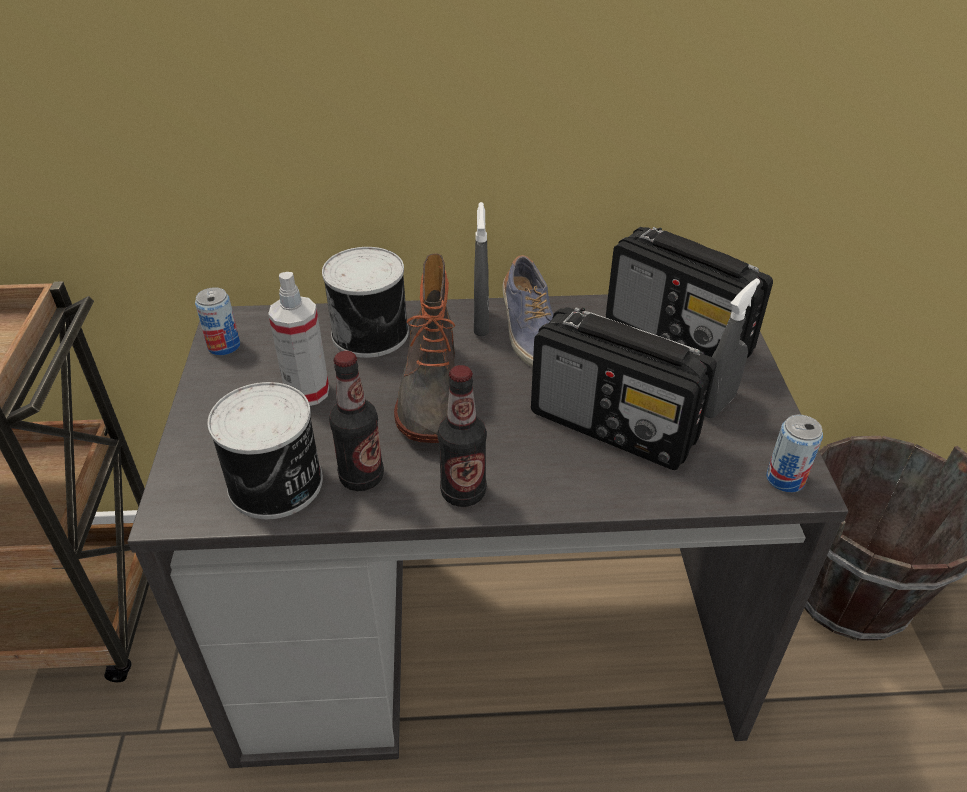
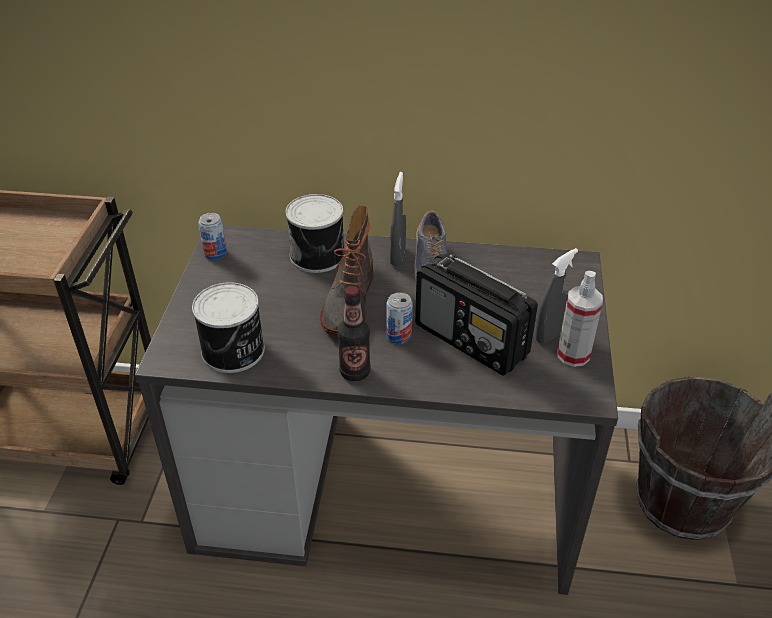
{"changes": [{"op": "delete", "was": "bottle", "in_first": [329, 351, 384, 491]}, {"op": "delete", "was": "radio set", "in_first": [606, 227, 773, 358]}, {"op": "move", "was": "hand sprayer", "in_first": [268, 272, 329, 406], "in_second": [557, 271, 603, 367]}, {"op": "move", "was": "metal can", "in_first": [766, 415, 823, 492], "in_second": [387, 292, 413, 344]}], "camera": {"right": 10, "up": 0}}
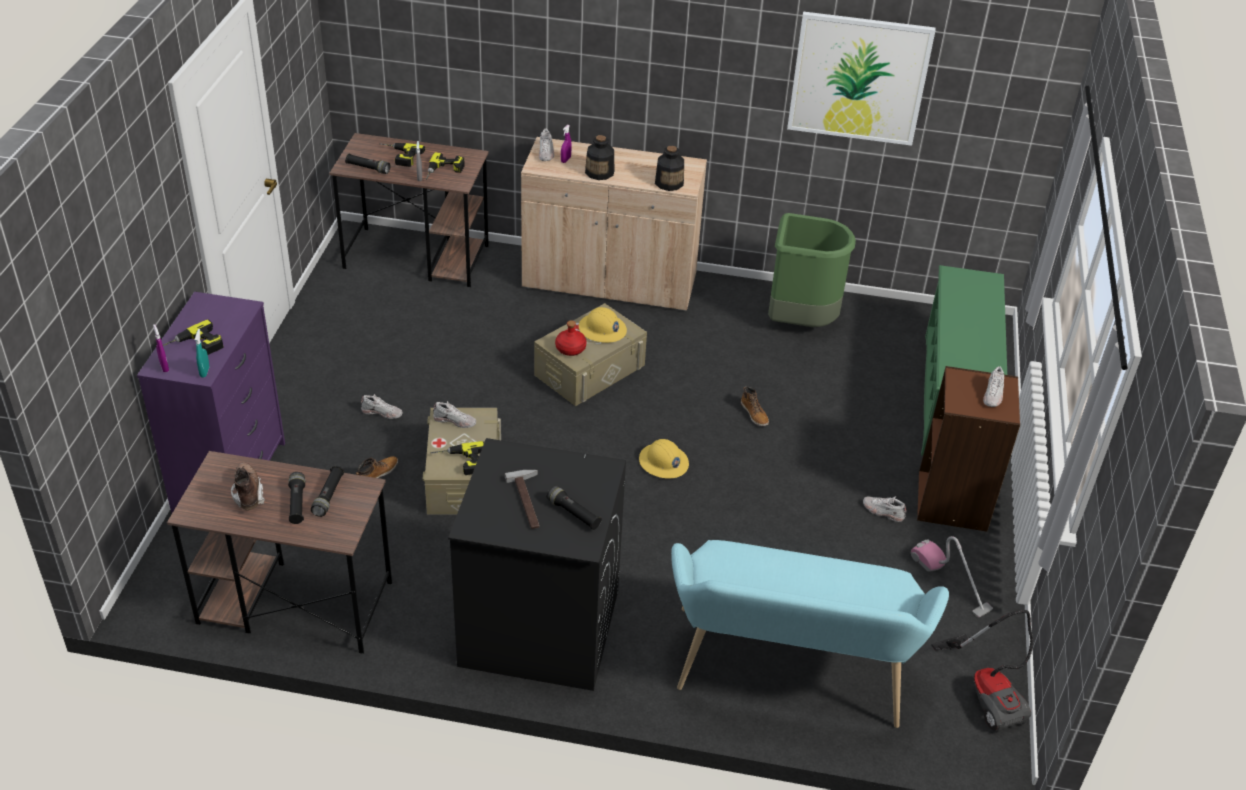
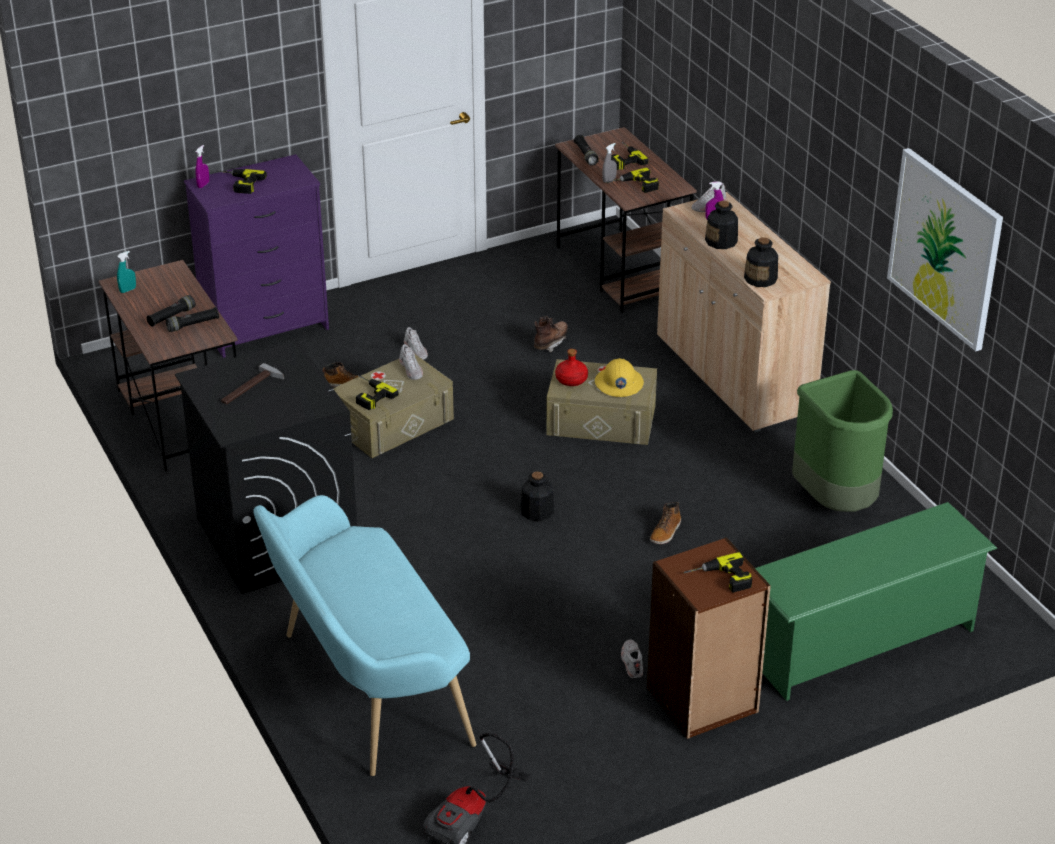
{"changes": [{"op": "delete", "was": "hand torch (black)", "in_first": [547, 486, 602, 530]}, {"op": "delete", "was": "hoover", "in_first": [911, 536, 993, 618]}, {"op": "move", "was": "hand sprayer (blue-green)", "in_first": [195, 329, 209, 378], "in_second": [117, 251, 136, 293]}, {"op": "move", "was": "high-top boot (brown-coloured)", "in_first": [231, 462, 265, 510], "in_second": [534, 316, 568, 353]}, {"op": "replace", "was": "safety helmet (yellowish)", "now": "bottle", "in_first": [639, 439, 689, 479], "in_second": [520, 471, 554, 521]}, {"op": "replace", "was": "low shoe (white-coloured)", "now": "power drill", "in_first": [983, 366, 1004, 407], "in_second": [683, 552, 752, 593]}], "camera": {"right": 55, "up": -5}}
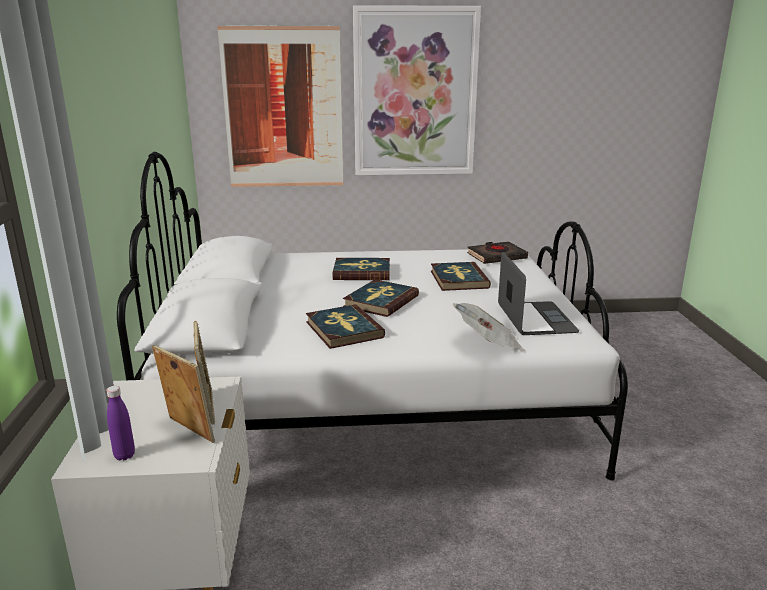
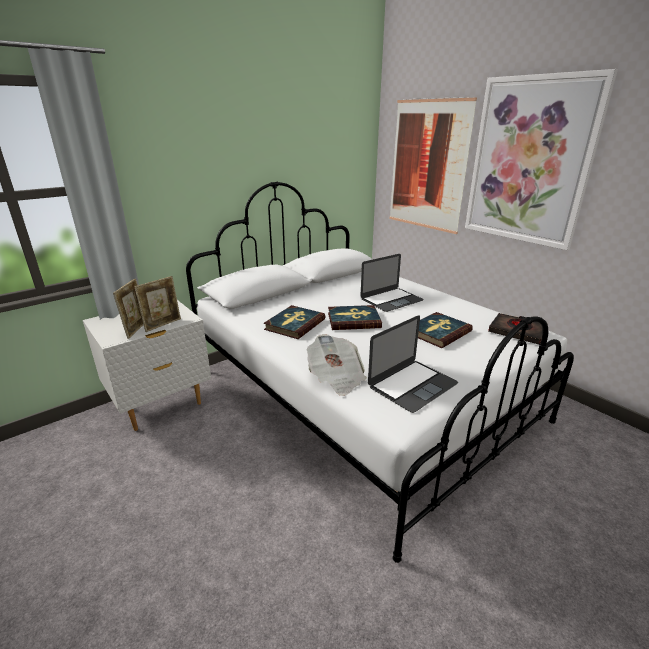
{"changes": [{"op": "delete", "was": "bottle (purple)", "in_first": [106, 386, 135, 460]}, {"op": "replace", "was": "volume", "now": "laptop", "in_first": [332, 258, 390, 280], "in_second": [360, 254, 424, 312]}], "camera": {"right": 55, "up": 5}}
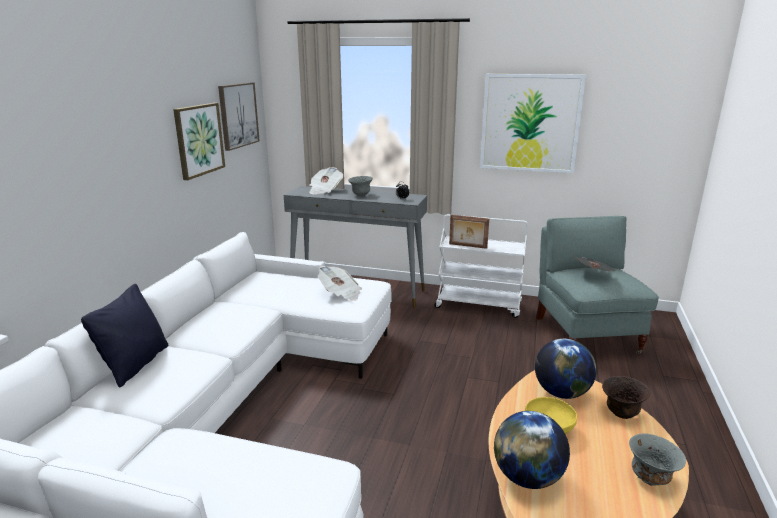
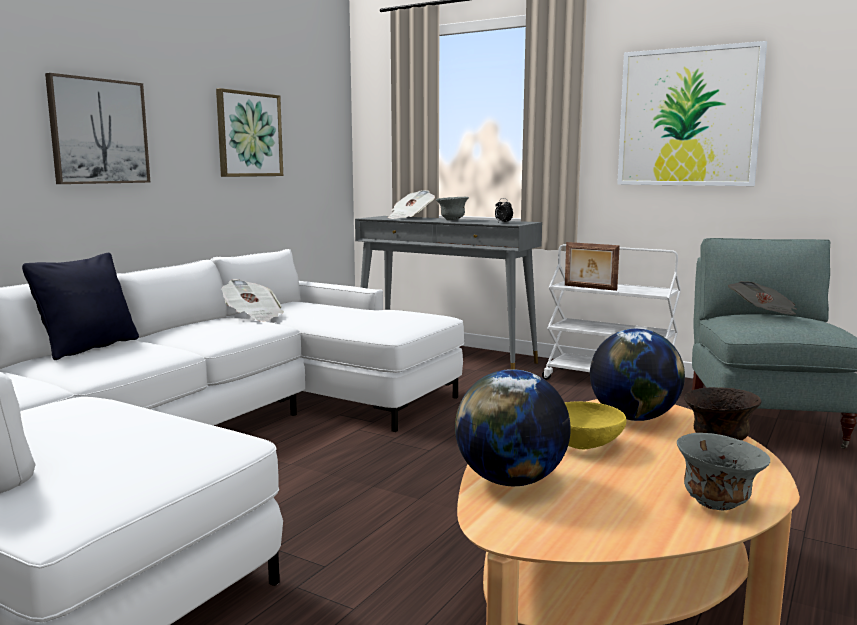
{"changes": [{"op": "move", "was": "picture", "in_first": [218, 83, 260, 151], "in_second": [45, 73, 150, 184]}, {"op": "move", "was": "daily paper", "in_first": [318, 266, 362, 301], "in_second": [221, 279, 284, 322]}], "camera": {"right": 15, "up": -10}}
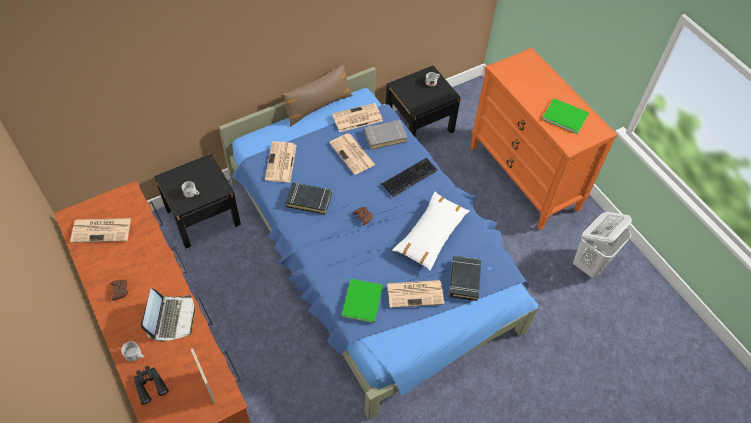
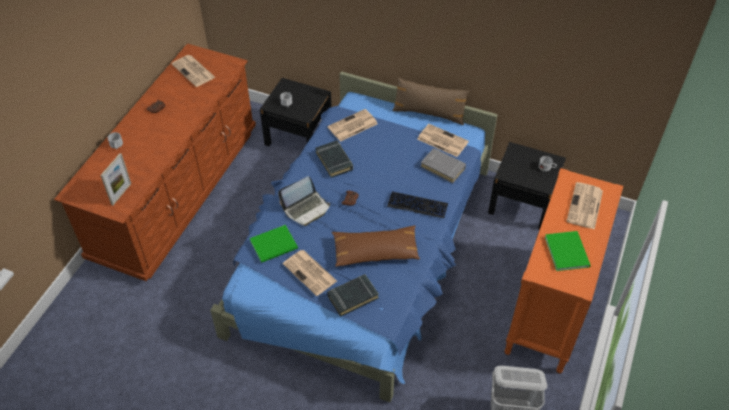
{"changes": [{"op": "delete", "was": "pair of binoculars (black)", "in_first": [133, 366, 169, 405]}, {"op": "move", "was": "laptop", "in_first": [141, 288, 195, 342], "in_second": [278, 176, 330, 226]}, {"op": "move", "was": "daily paper", "in_first": [329, 134, 375, 175], "in_second": [567, 182, 603, 230]}, {"op": "recolor", "was": "cushion (white-coloured)", "now": "cushion (brown-coloured)", "in_first": [392, 192, 470, 271], "in_second": [332, 225, 420, 267]}], "camera": {"right": 55, "up": -5}}
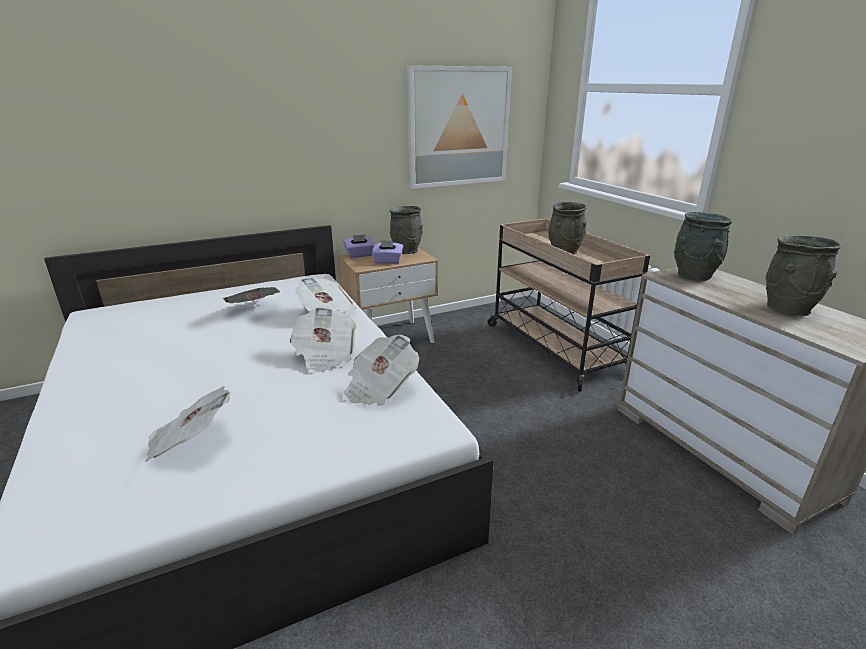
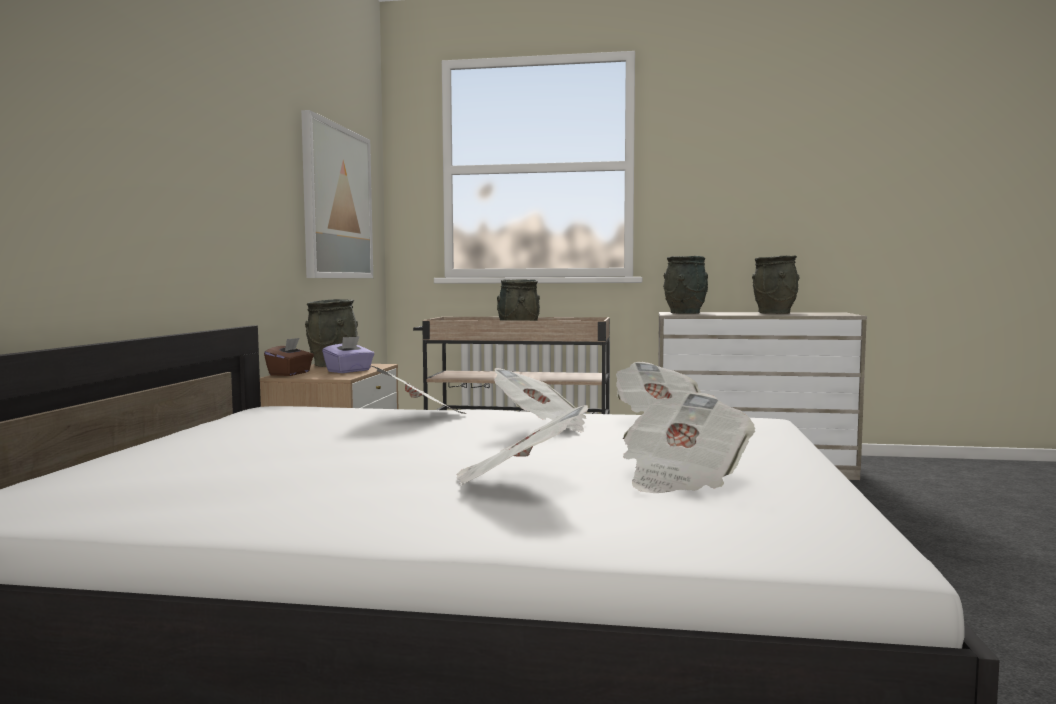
{"changes": [{"op": "move", "was": "daily paper", "in_first": [223, 287, 280, 303], "in_second": [456, 405, 588, 485]}, {"op": "recolor", "was": "tissue holder (purple)", "now": "tissue holder (brown-coloured)", "in_first": [343, 235, 374, 258], "in_second": [264, 338, 314, 376]}], "camera": {"right": -55, "up": -20}}
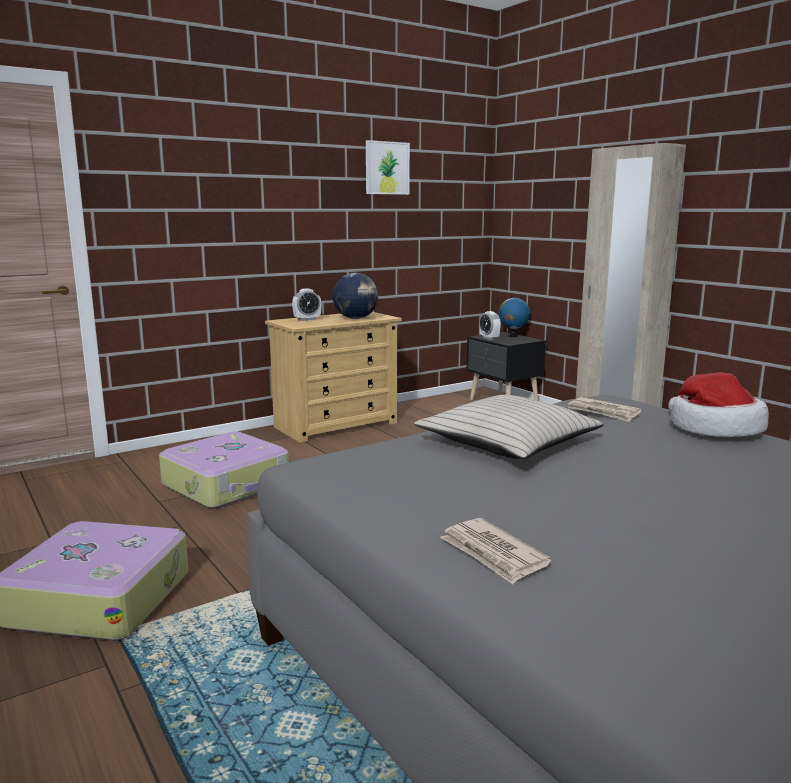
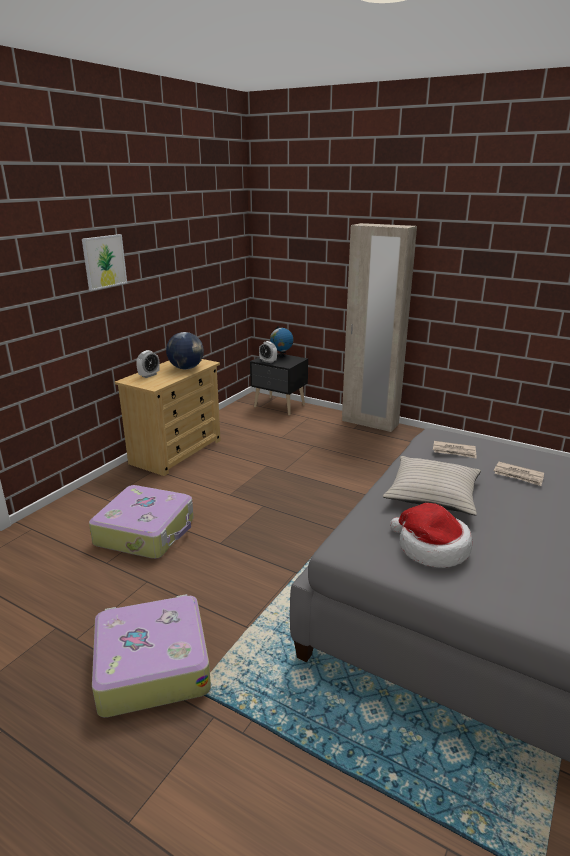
{"changes": [{"op": "move", "was": "picture", "in_first": [366, 140, 410, 195], "in_second": [82, 234, 127, 291]}, {"op": "move", "was": "daily paper", "in_first": [440, 518, 552, 584], "in_second": [494, 462, 544, 486]}, {"op": "move", "was": "wearable hat", "in_first": [668, 372, 769, 437], "in_second": [390, 503, 472, 568]}], "camera": {"right": -25, "up": 10}}
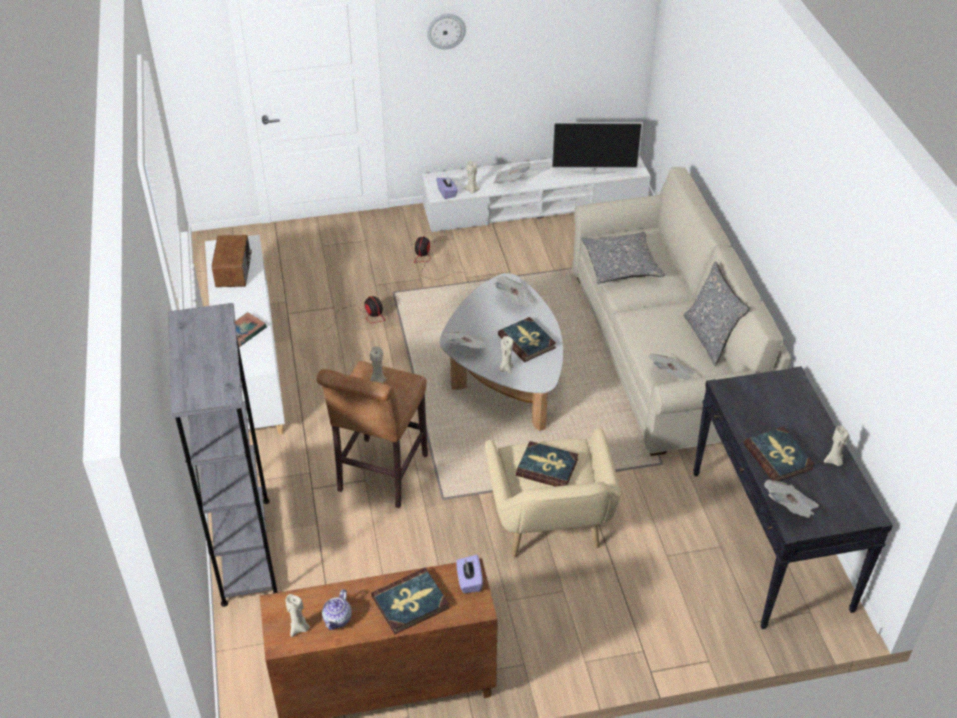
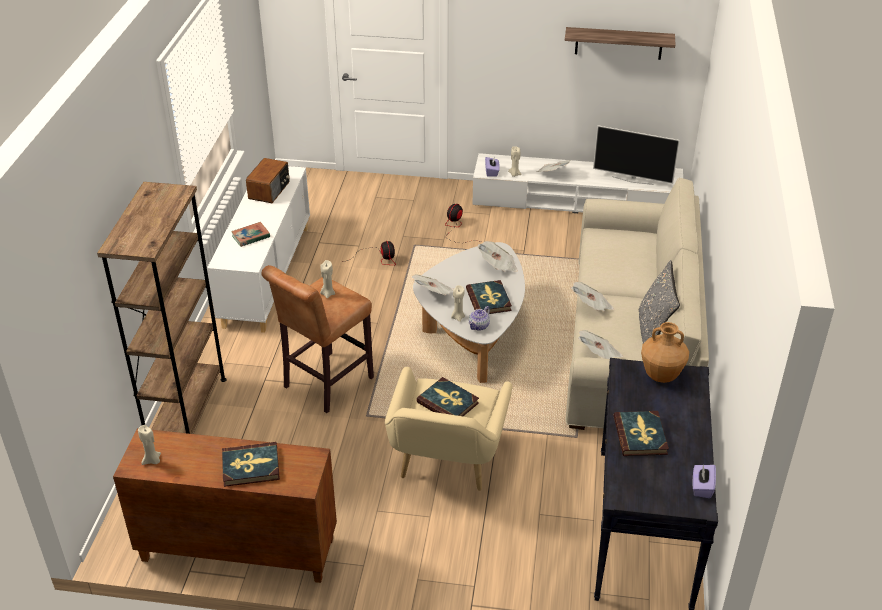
{"changes": [{"op": "delete", "was": "clock on the wall", "in_first": [427, 14, 466, 49]}, {"op": "delete", "was": "cushion (greyish)", "in_first": [581, 232, 665, 284]}, {"op": "delete", "was": "wax light (beige)", "in_first": [824, 425, 849, 466]}, {"op": "insert", "now": "bracket shelf", "in_second": [565, 27, 675, 60]}, {"op": "insert", "now": "flower vase (brown-coloured)", "in_second": [641, 322, 689, 383]}, {"op": "move", "was": "pot for tea", "in_first": [322, 589, 352, 630], "in_second": [469, 306, 490, 331]}, {"op": "move", "was": "tissue holder (purple)", "in_first": [456, 555, 483, 593], "in_second": [693, 465, 716, 498]}, {"op": "move", "was": "daily paper", "in_first": [764, 480, 819, 518], "in_second": [571, 282, 615, 312]}, {"op": "recolor", "was": "bookcase (greyish)", "now": "bookcase (brown-coloured)", "in_first": [168, 303, 278, 607], "in_second": [97, 182, 226, 434]}], "camera": {"right": 20, "up": -5}}
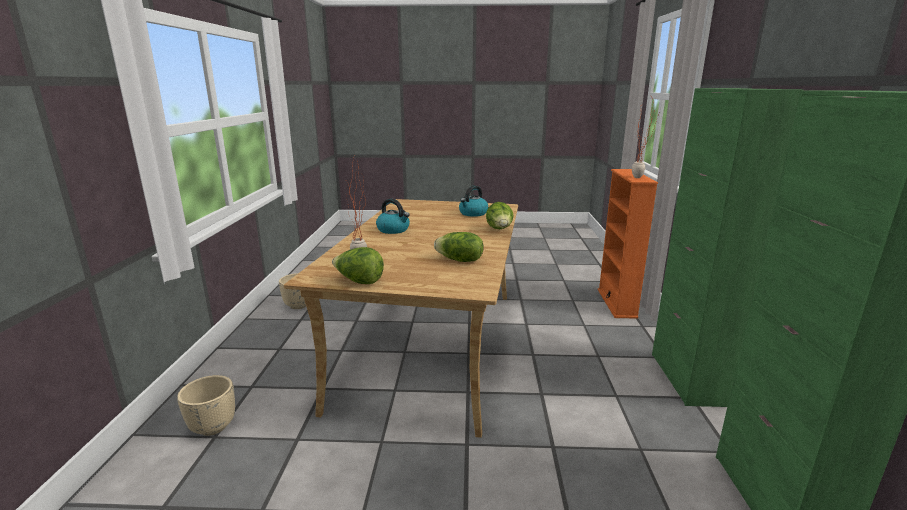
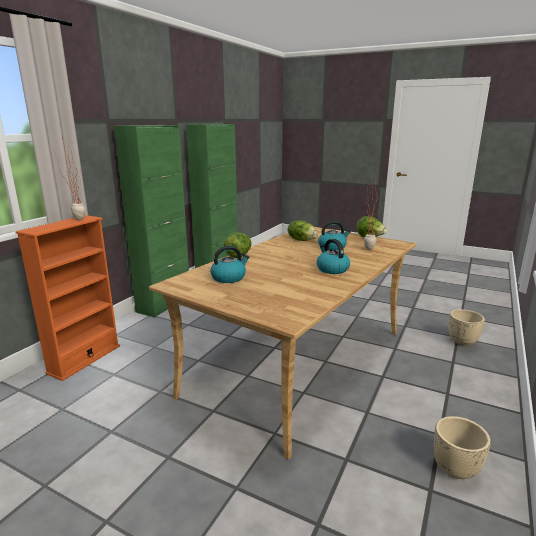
{"changes": [{"op": "insert", "now": "water kettle", "in_second": [318, 221, 351, 250]}], "camera": {"right": -155, "up": 0}}
